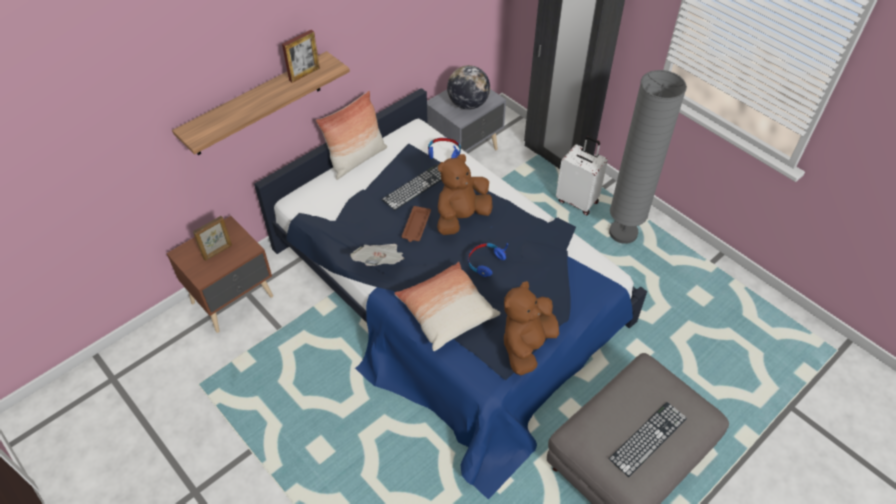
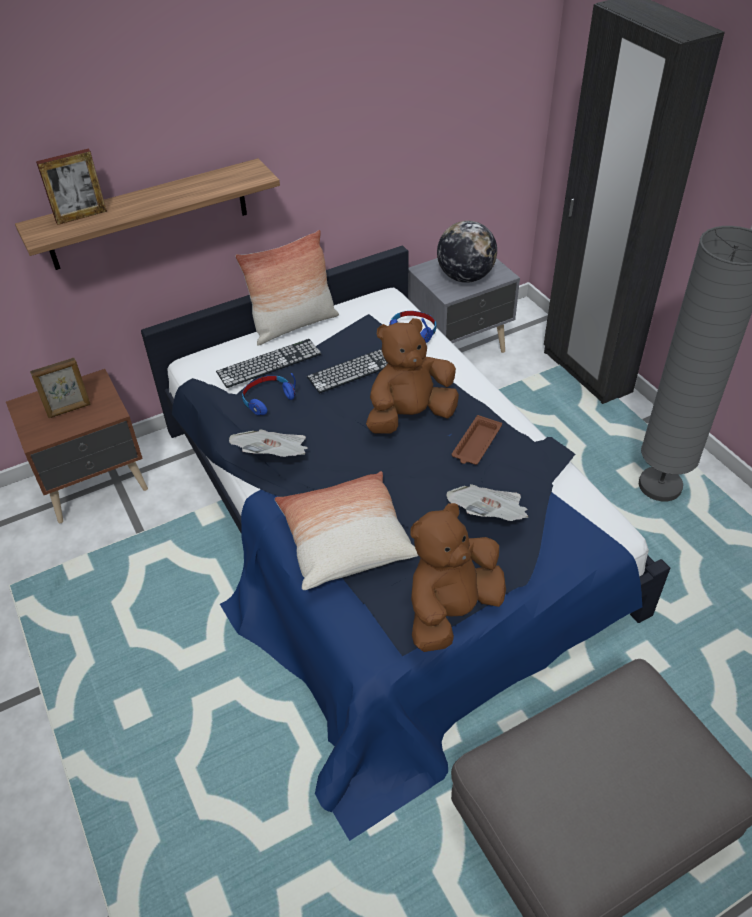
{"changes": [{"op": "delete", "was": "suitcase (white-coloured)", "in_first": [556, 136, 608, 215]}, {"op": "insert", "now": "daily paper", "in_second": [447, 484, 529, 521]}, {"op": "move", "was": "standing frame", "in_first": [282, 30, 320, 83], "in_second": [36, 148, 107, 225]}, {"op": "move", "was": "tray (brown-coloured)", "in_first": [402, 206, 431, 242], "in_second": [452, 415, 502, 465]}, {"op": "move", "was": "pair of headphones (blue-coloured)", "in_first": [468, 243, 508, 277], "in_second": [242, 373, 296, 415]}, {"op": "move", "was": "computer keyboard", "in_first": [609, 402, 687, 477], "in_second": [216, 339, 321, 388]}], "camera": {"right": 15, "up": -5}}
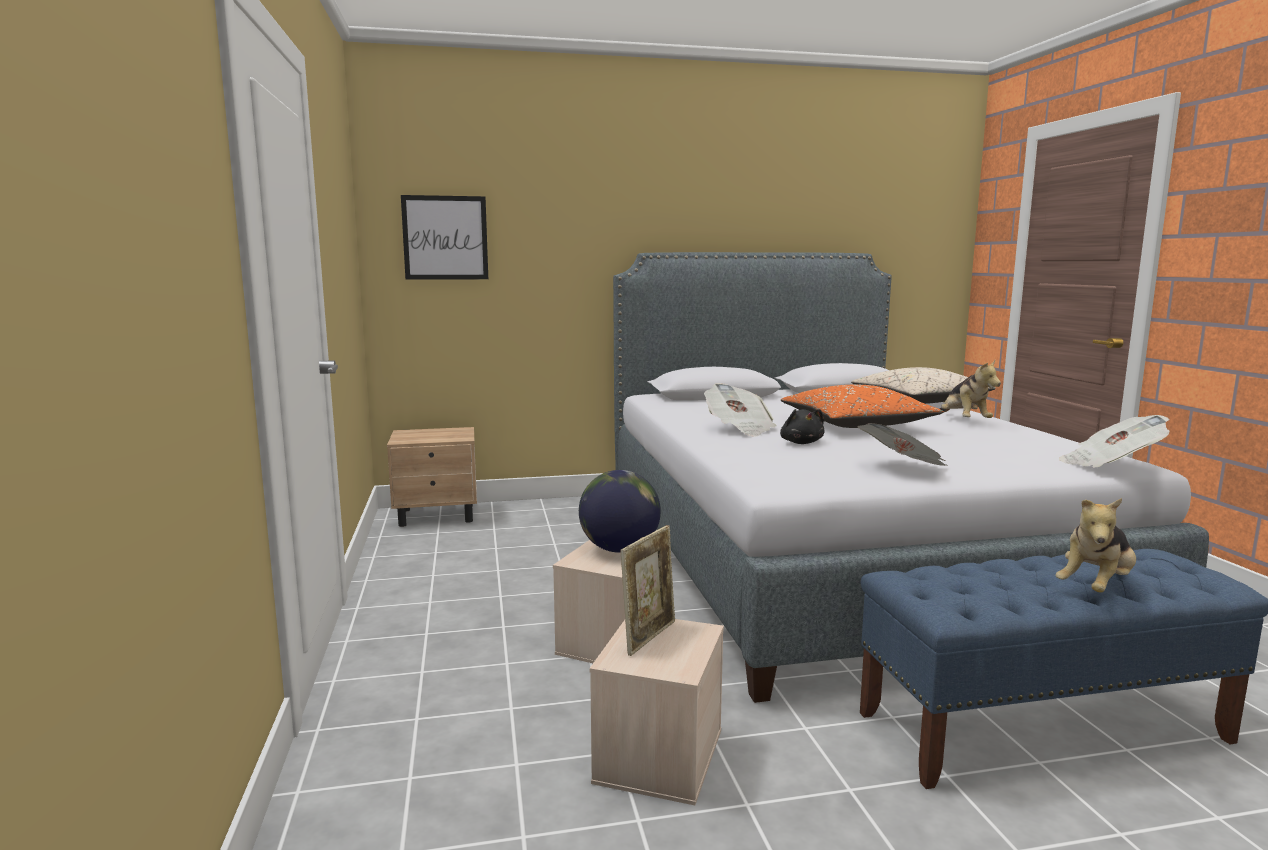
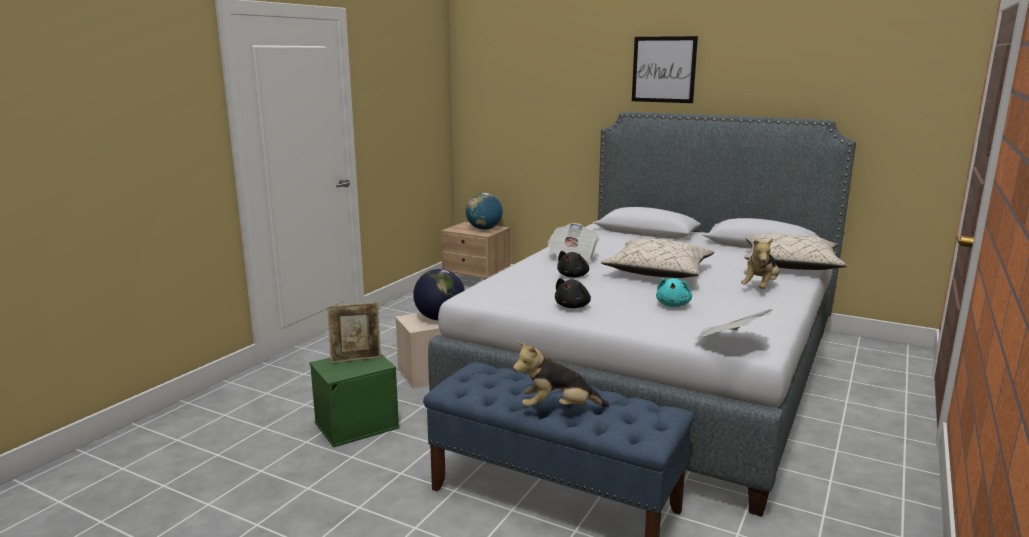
{"changes": [{"op": "insert", "now": "globe", "in_second": [466, 193, 503, 230]}, {"op": "insert", "now": "plush toy (blue-green)", "in_second": [656, 278, 692, 307]}, {"op": "move", "was": "picture", "in_first": [401, 195, 488, 280], "in_second": [632, 36, 698, 103]}, {"op": "replace", "was": "daily paper", "now": "plush toy (black)", "in_first": [857, 423, 948, 466], "in_second": [555, 278, 591, 308]}, {"op": "recolor", "was": "storage bin (beige)", "now": "storage bin (green-coloured)", "in_first": [590, 619, 724, 805], "in_second": [309, 354, 399, 448]}, {"op": "recolor", "was": "cushion (orangey)", "now": "cushion (beige)", "in_first": [781, 385, 944, 428], "in_second": [601, 239, 714, 278]}], "camera": {"right": 40, "up": 5}}
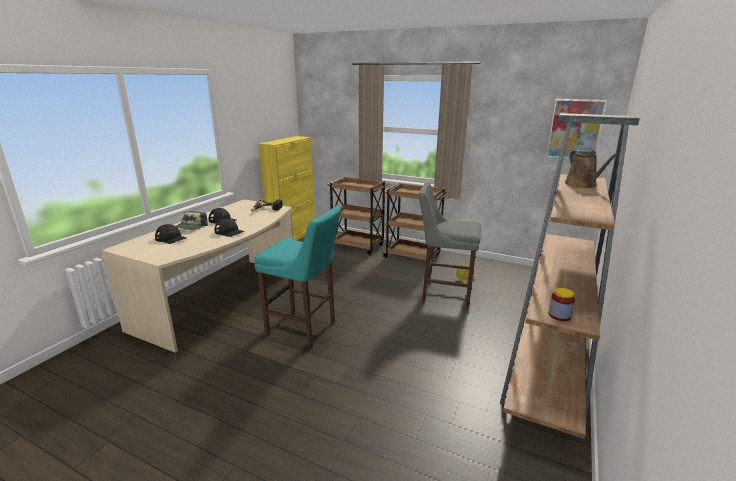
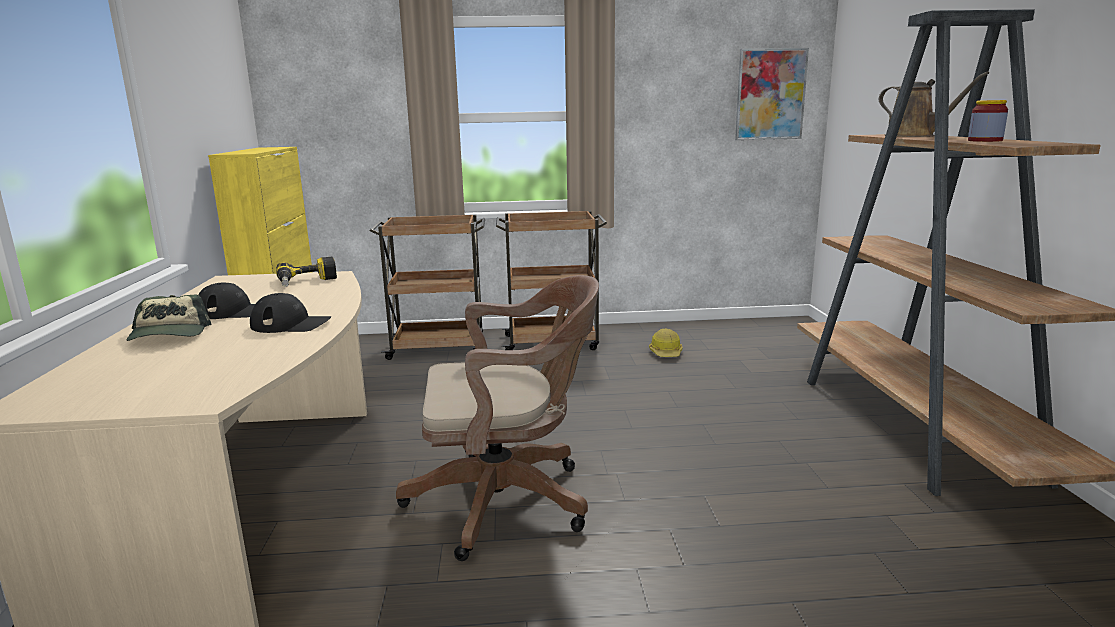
{"changes": [{"op": "delete", "was": "peaked cap (black)", "in_first": [155, 224, 187, 244]}, {"op": "delete", "was": "stool (greyish)", "in_first": [418, 183, 481, 309]}, {"op": "move", "was": "storage jar", "in_first": [548, 288, 575, 321], "in_second": [968, 100, 1008, 142]}, {"op": "replace", "was": "stool (blue-green)", "now": "office chair (brown-coloured)", "in_first": [254, 206, 341, 348], "in_second": [396, 275, 599, 561]}], "camera": {"right": -30, "up": -5}}
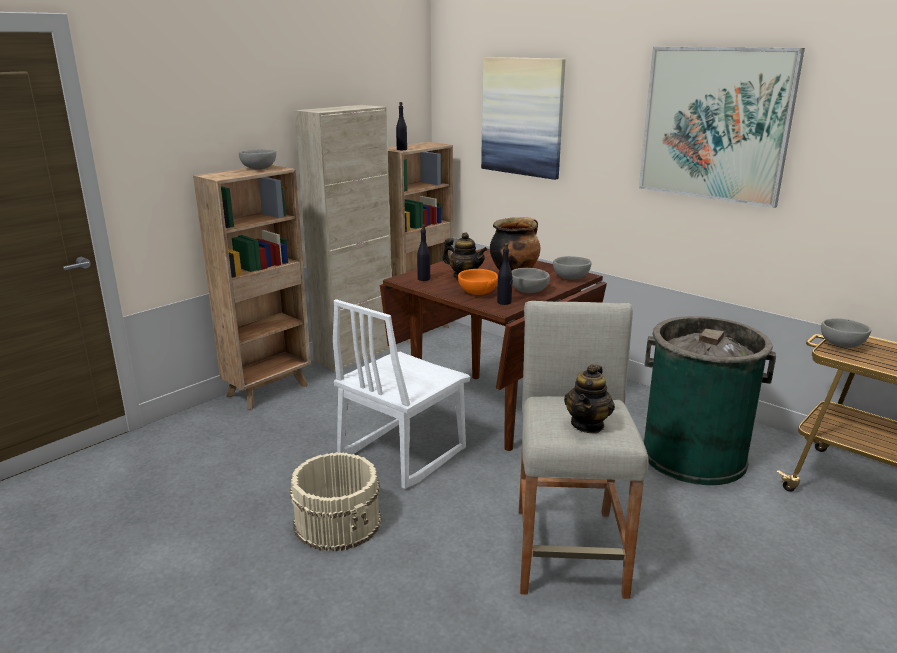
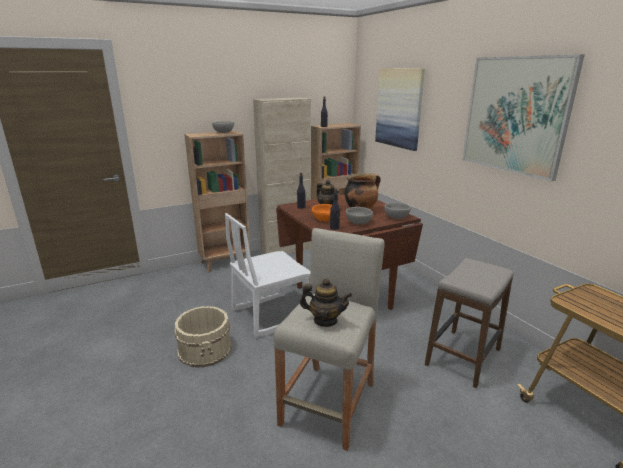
{"changes": [{"op": "delete", "was": "deep dish (greyish)", "in_first": [821, 318, 871, 348]}, {"op": "replace", "was": "rubbish bin (green-coloured)", "now": "stool", "in_first": [643, 316, 776, 485], "in_second": [425, 258, 514, 388]}, {"op": "rotate", "was": "pot for tea", "in_first": [564, 364, 615, 433], "in_second": [300, 278, 352, 327], "clockwise": -120}], "camera": {"right": 20, "up": 0}}
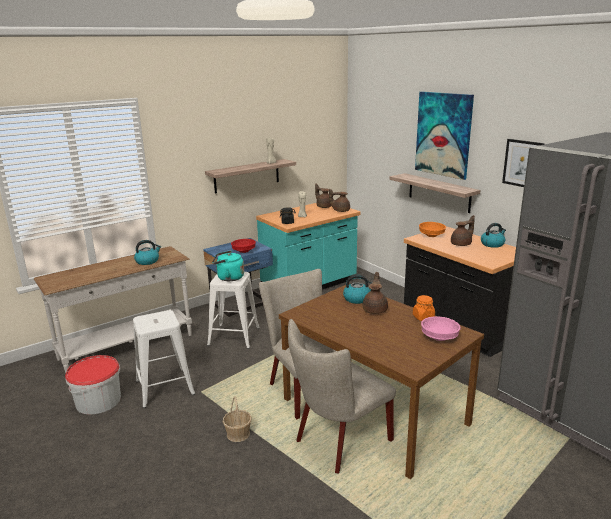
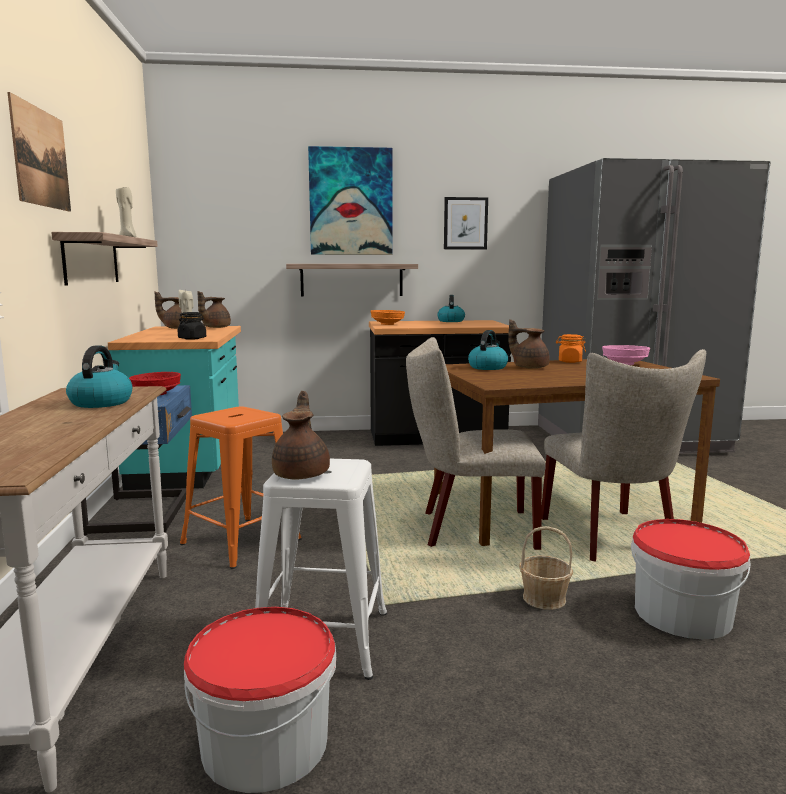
{"changes": [{"op": "delete", "was": "water kettle (blue-green)", "in_first": [212, 250, 244, 281]}, {"op": "insert", "now": "picture", "in_second": [7, 92, 71, 212]}, {"op": "insert", "now": "water bucket", "in_second": [631, 519, 750, 639]}, {"op": "move", "was": "pot for tea (brown-coloured)", "in_first": [451, 215, 475, 246], "in_second": [272, 391, 330, 480]}, {"op": "recolor", "was": "stool (white-coloured)", "now": "stool (orangey)", "in_first": [207, 272, 259, 349], "in_second": [180, 407, 302, 569]}], "camera": {"right": -60, "up": -10}}
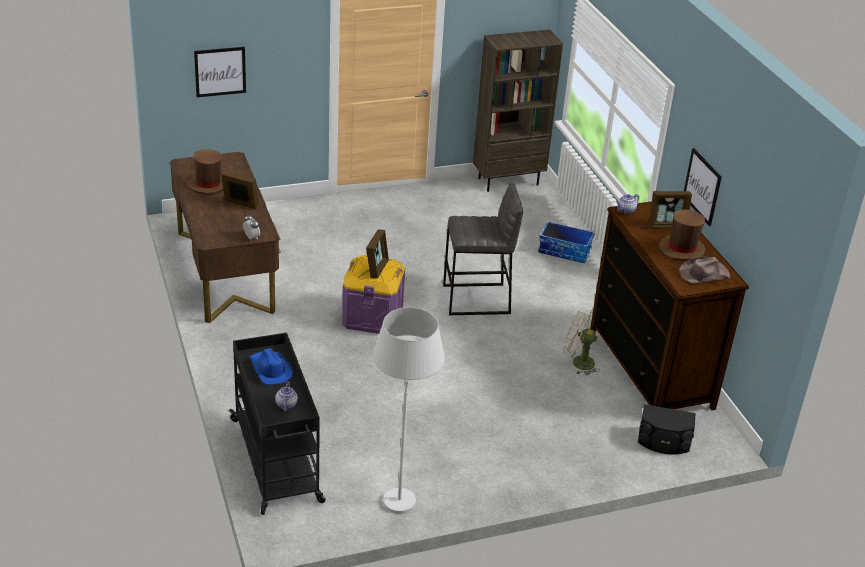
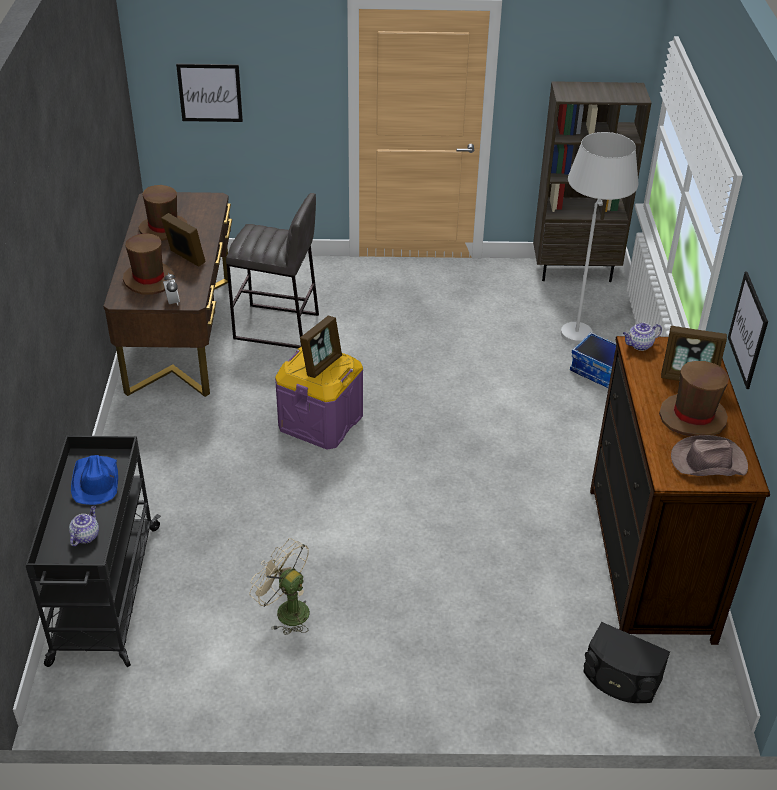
{"changes": [{"op": "insert", "now": "wearable hat (brown-coloured)", "in_second": [123, 233, 175, 295]}, {"op": "move", "was": "standard lamp (white-coloured)", "in_first": [373, 307, 445, 514], "in_second": [561, 132, 638, 344]}, {"op": "move", "was": "stool (greyish)", "in_first": [443, 183, 523, 315], "in_second": [226, 193, 319, 349]}, {"op": "move", "was": "fan (beige)", "in_first": [563, 308, 600, 375], "in_second": [249, 538, 310, 635]}], "camera": {"right": 20, "up": 5}}
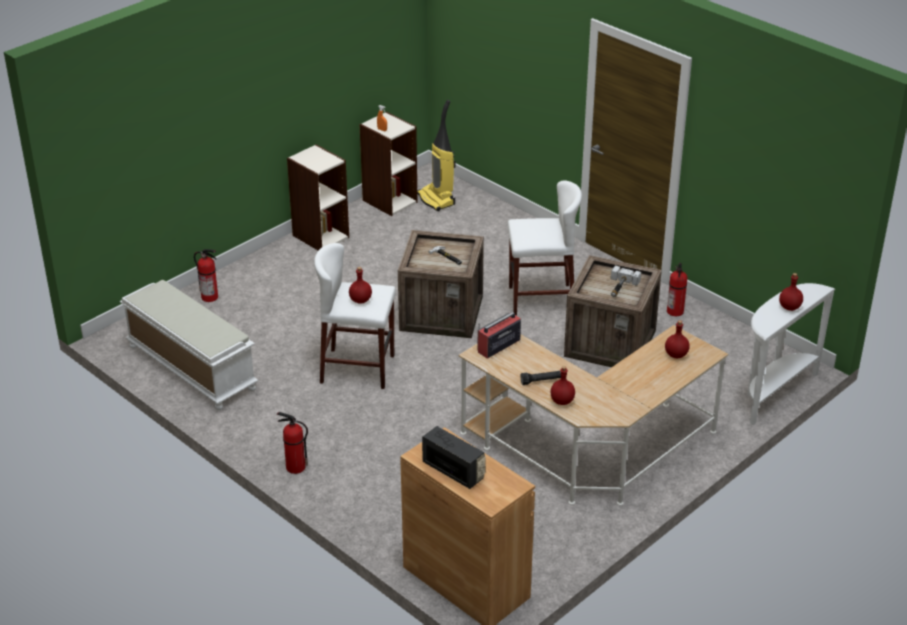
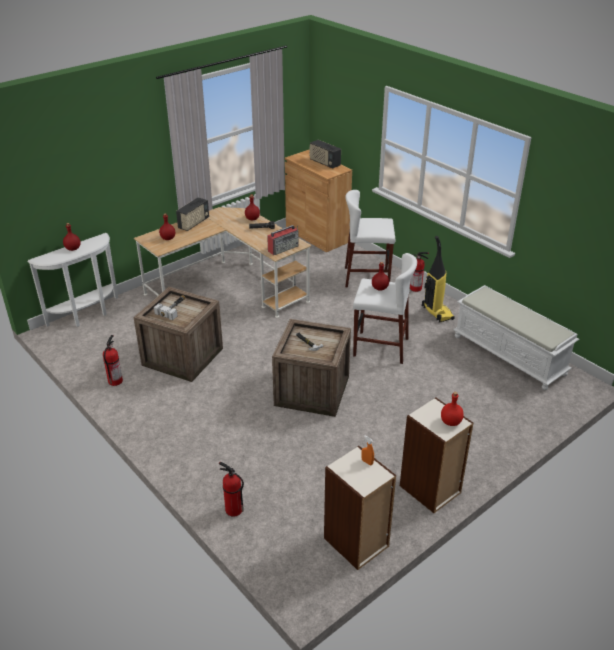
{"changes": [{"op": "insert", "now": "radio set", "in_second": [176, 197, 209, 231]}, {"op": "insert", "now": "bottle (reddish)", "in_second": [441, 392, 464, 426]}, {"op": "move", "was": "fire extinguisher", "in_first": [194, 249, 218, 302], "in_second": [218, 462, 244, 517]}, {"op": "move", "was": "hoover", "in_first": [417, 100, 456, 211], "in_second": [422, 236, 455, 322]}, {"op": "move", "was": "stool (white-coloured)", "in_first": [508, 180, 582, 316], "in_second": [345, 190, 395, 288]}], "camera": {"right": -175, "up": 0}}
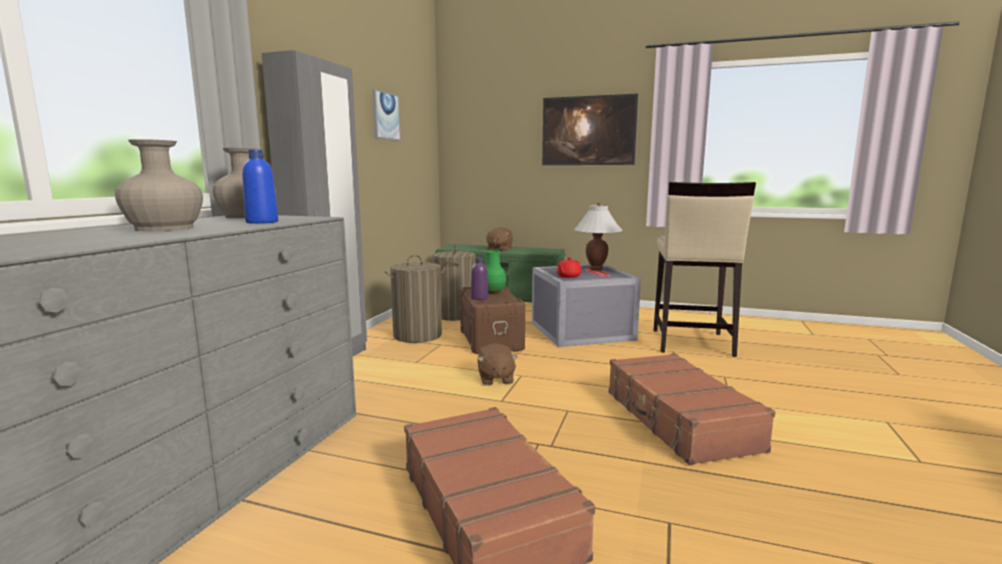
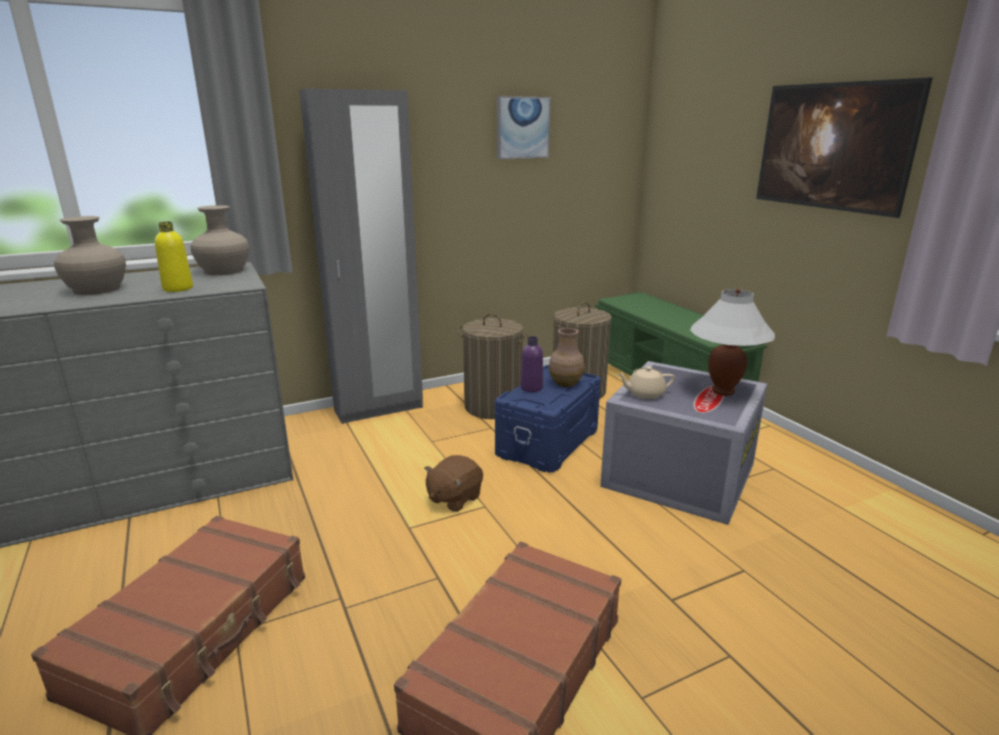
{"changes": [{"op": "delete", "was": "plush toy (brown-coloured)", "in_first": [485, 227, 513, 251]}, {"op": "delete", "was": "stool (beige)", "in_first": [653, 182, 756, 357]}, {"op": "recolor", "was": "bottle (blue-coloured)", "now": "bottle (yellowish)", "in_first": [242, 149, 278, 224], "in_second": [155, 222, 193, 292]}, {"op": "recolor", "was": "storage bin (brown-coloured)", "now": "storage bin (blue-coloured)", "in_first": [460, 286, 525, 354], "in_second": [495, 365, 601, 473]}, {"op": "recolor", "was": "flower vase (green-coloured)", "now": "flower vase (brown-coloured)", "in_first": [485, 250, 506, 294], "in_second": [549, 328, 585, 387]}, {"op": "recolor", "was": "pot for tea (reddish)", "now": "pot for tea (beige)", "in_first": [557, 257, 582, 278], "in_second": [617, 366, 675, 399]}], "camera": {"right": 45, "up": 10}}
